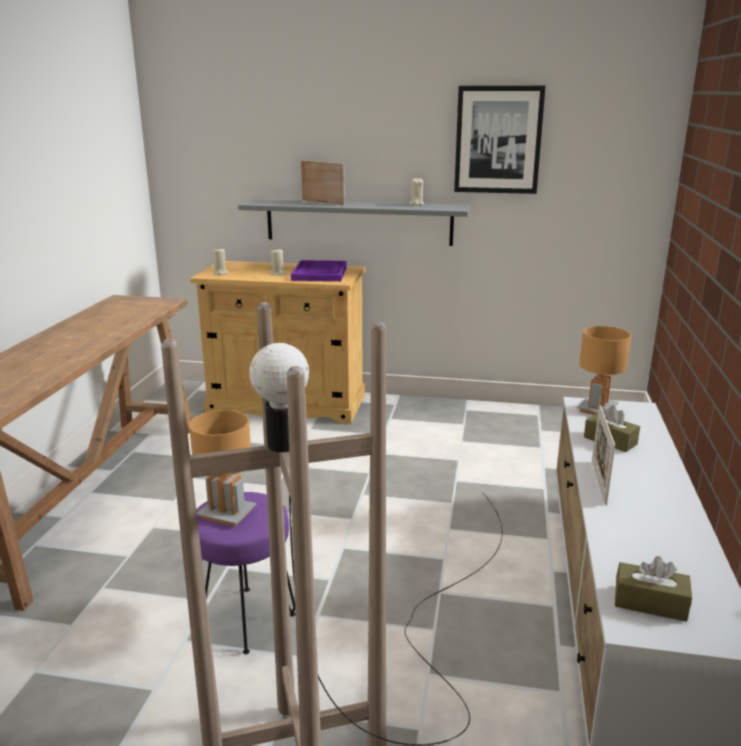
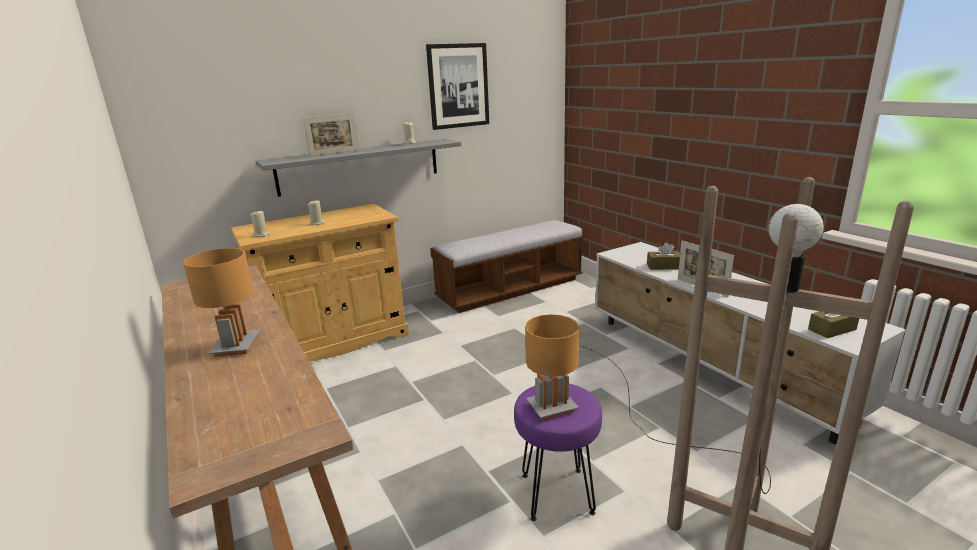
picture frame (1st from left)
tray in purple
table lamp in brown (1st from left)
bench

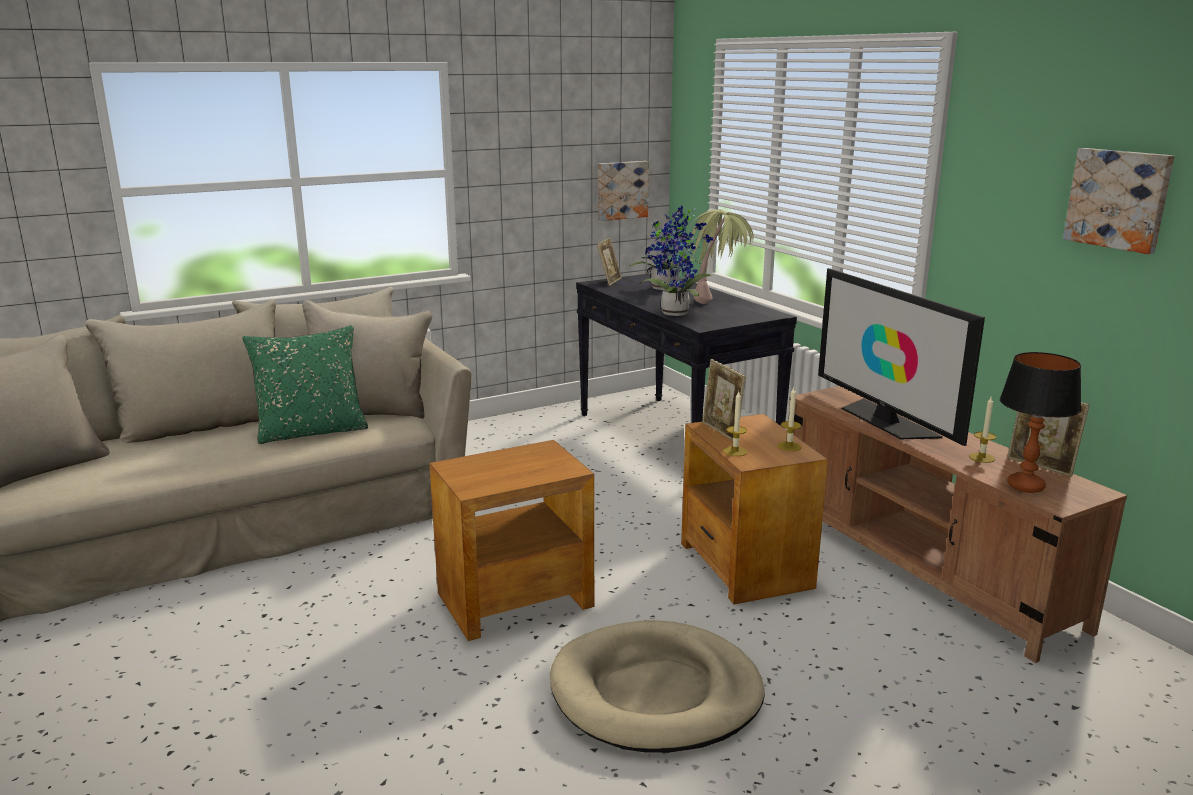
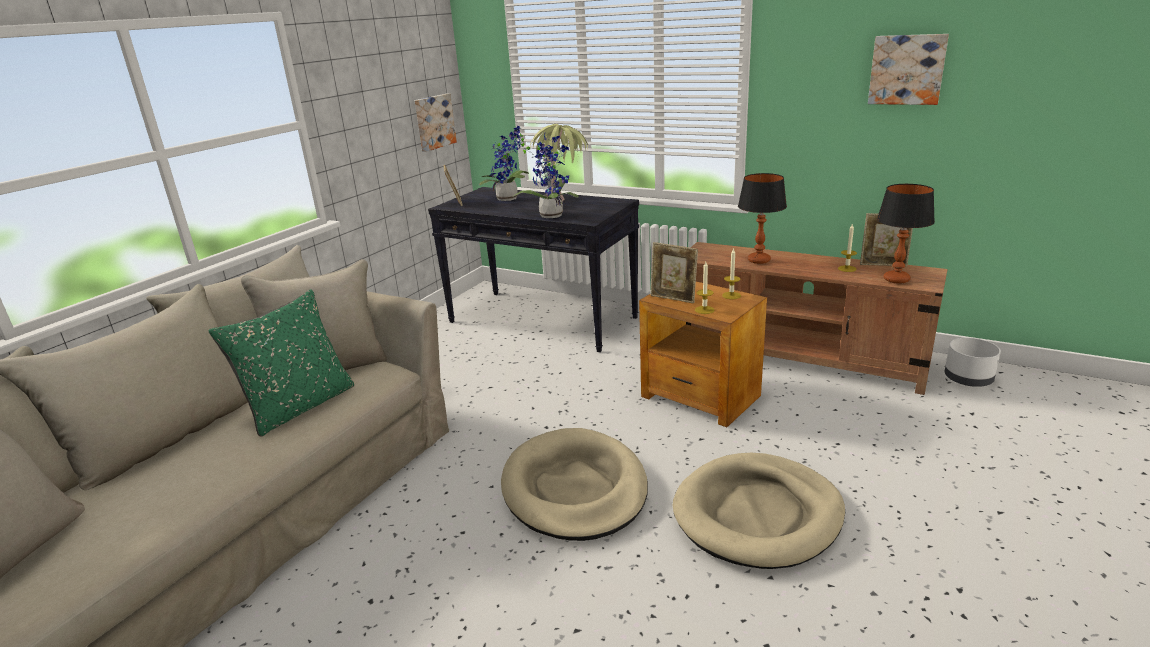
table lamp (1st from left)
dog bed in beige (1st from left)
planter in white

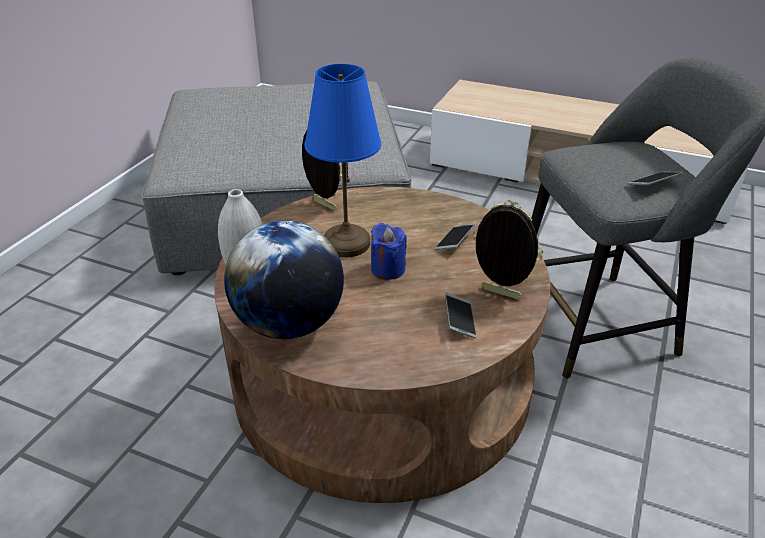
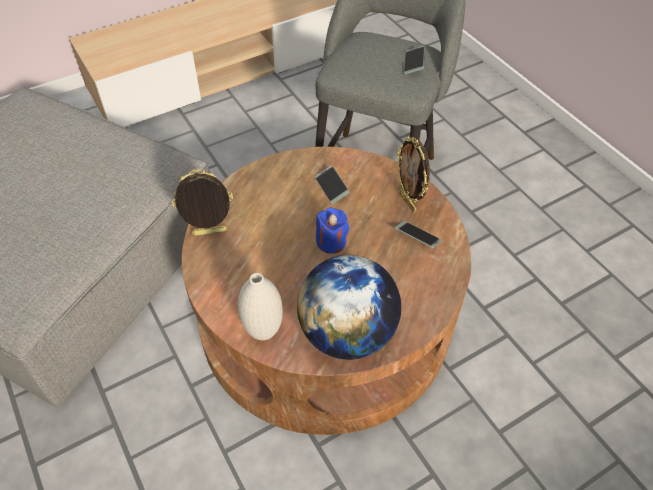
table lamp in blue
picture frame (2nd from left)

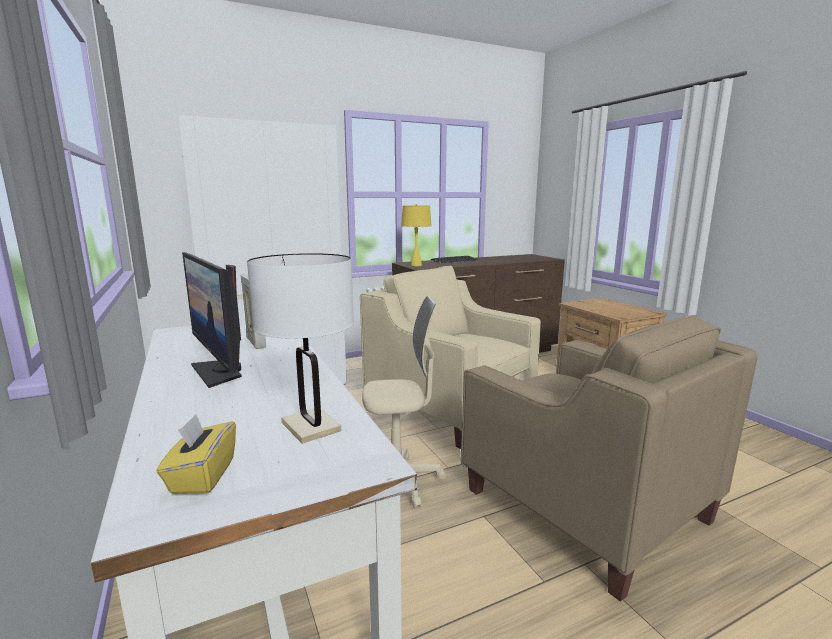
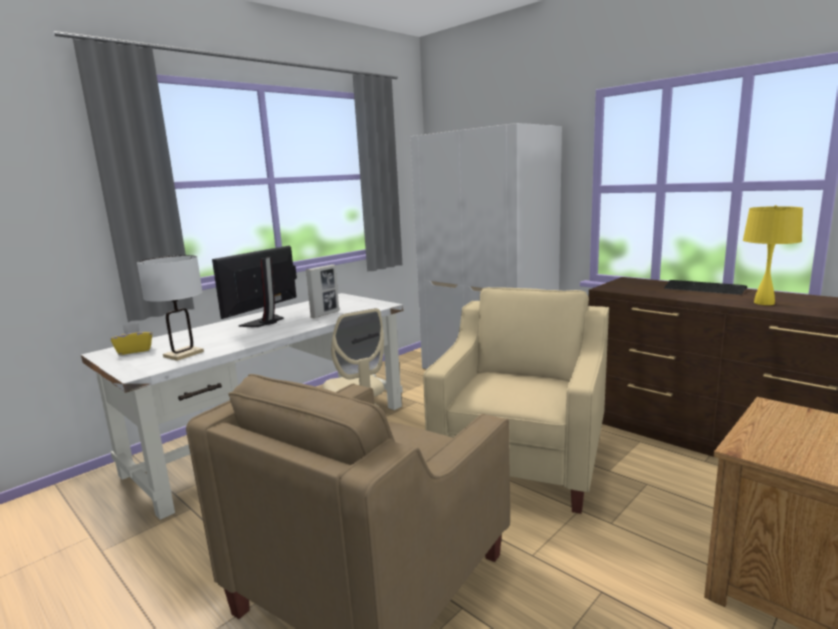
table lamp in yellow

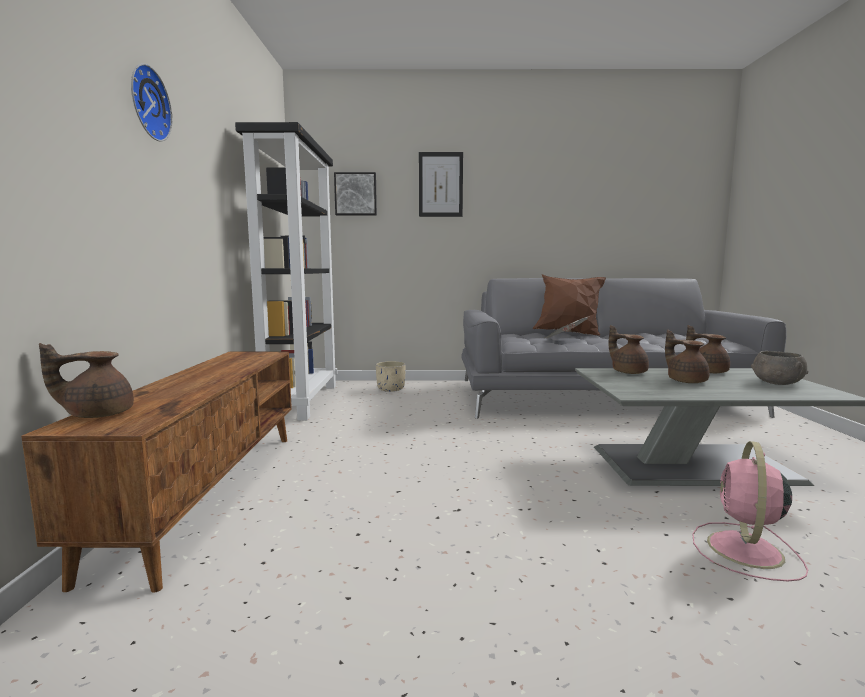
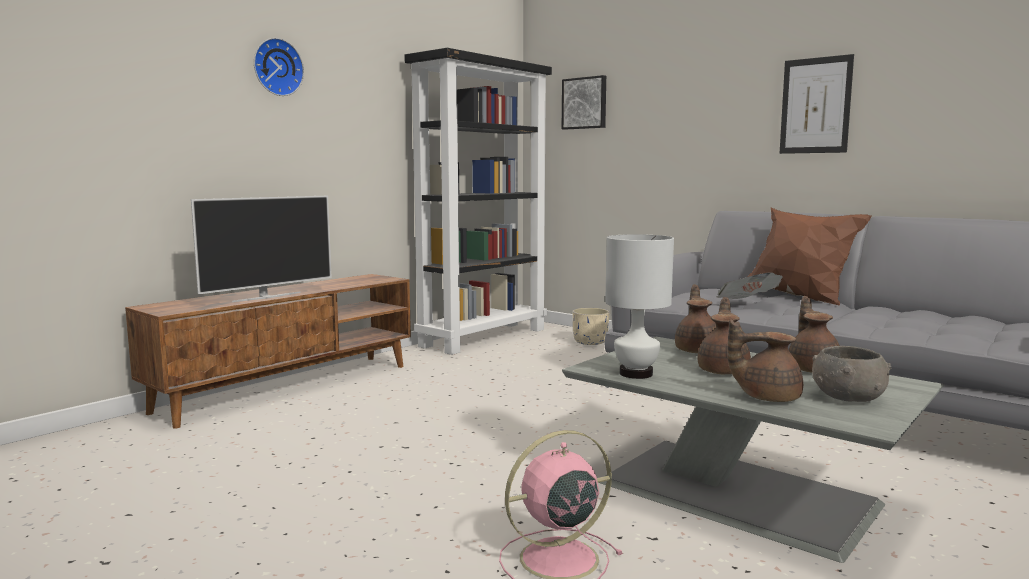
picture (2nd from left)
teapot in brown (3rd from left)
television
table lamp in white

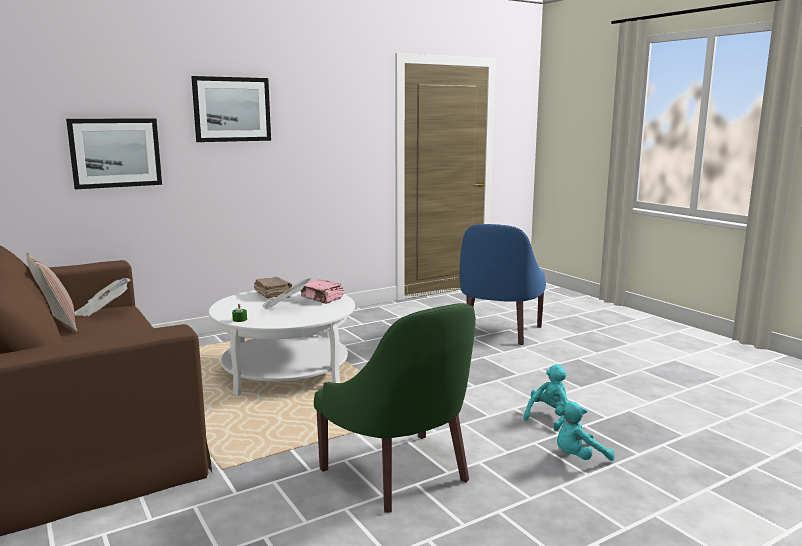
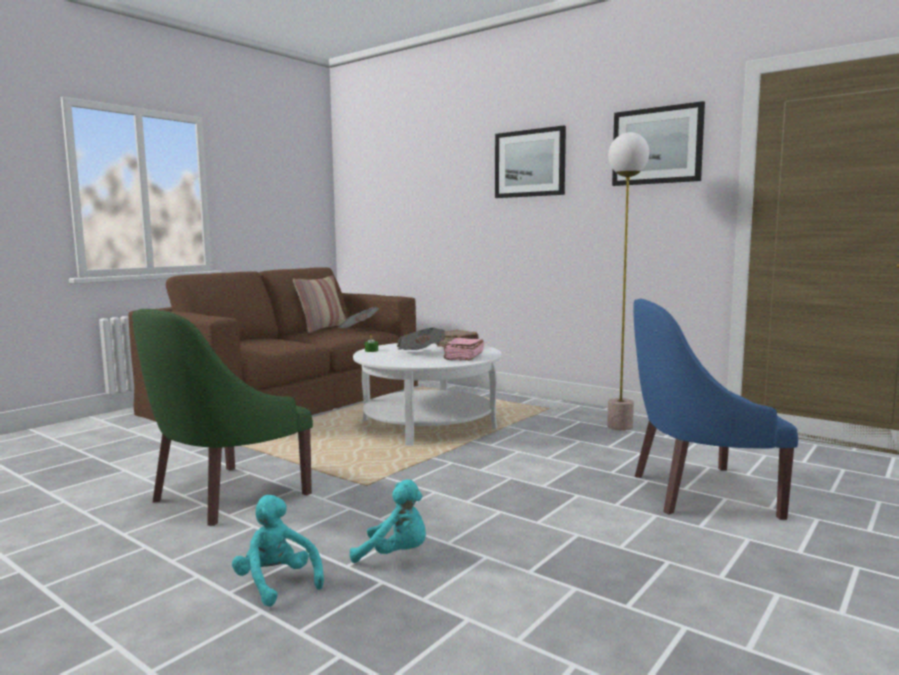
picture (2nd from left)
floor lamp

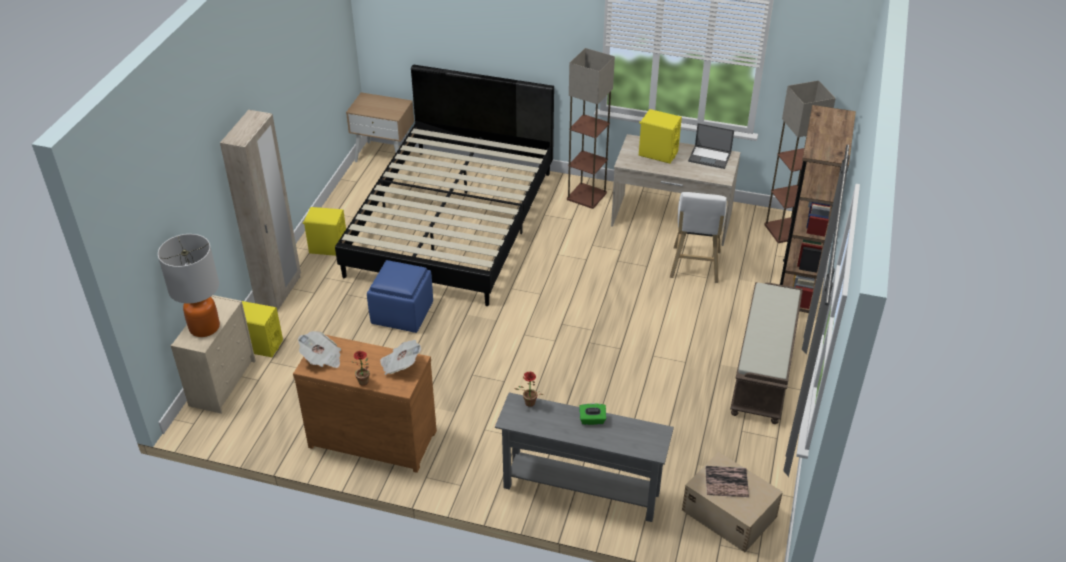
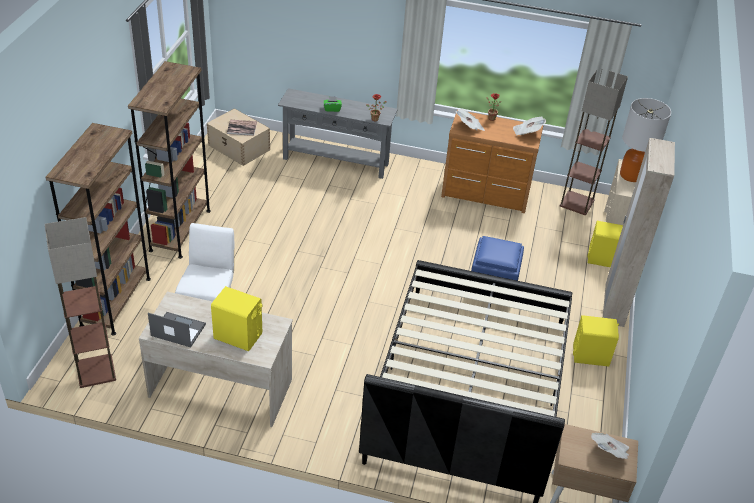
floor lamp (2nd from left)
bookcase in brown (2nd from left)
newspaper (3rd from left)

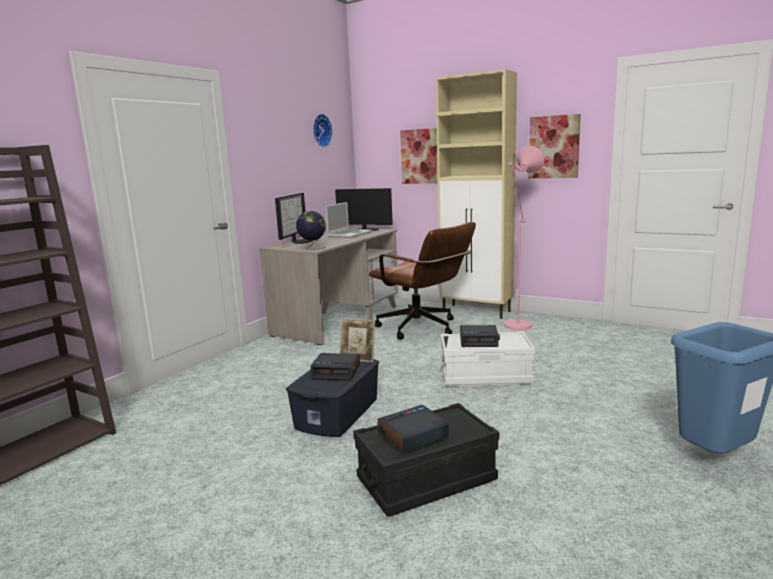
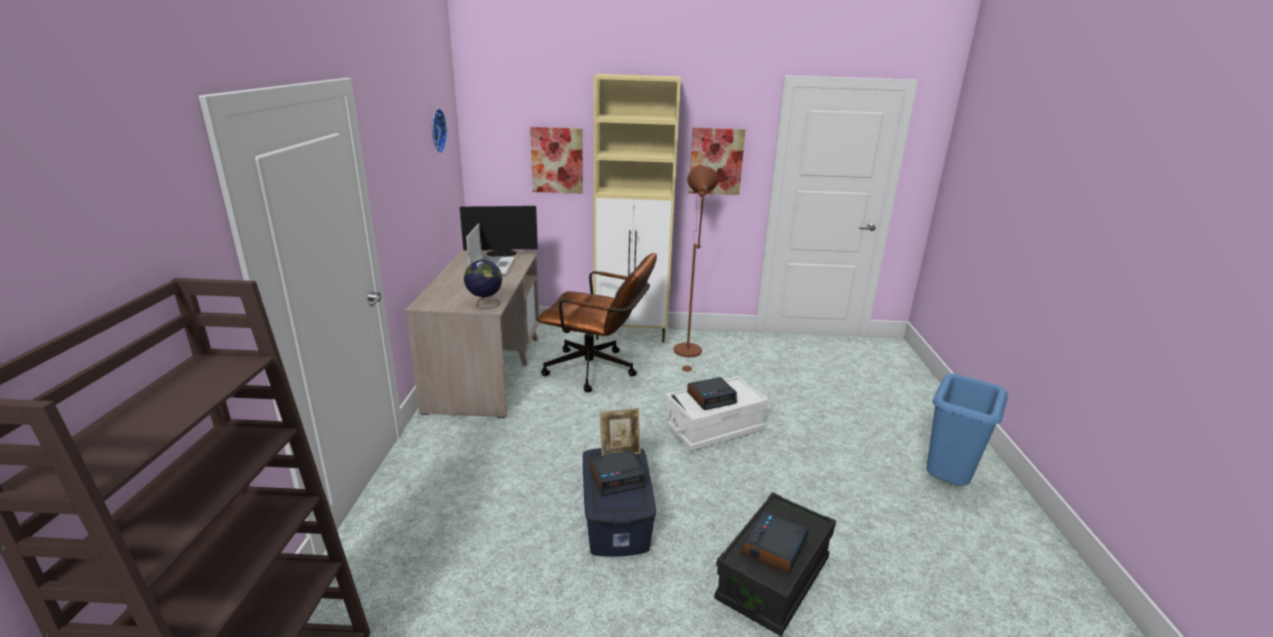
floor lamp in brown
monitor (1st from left in the first image)

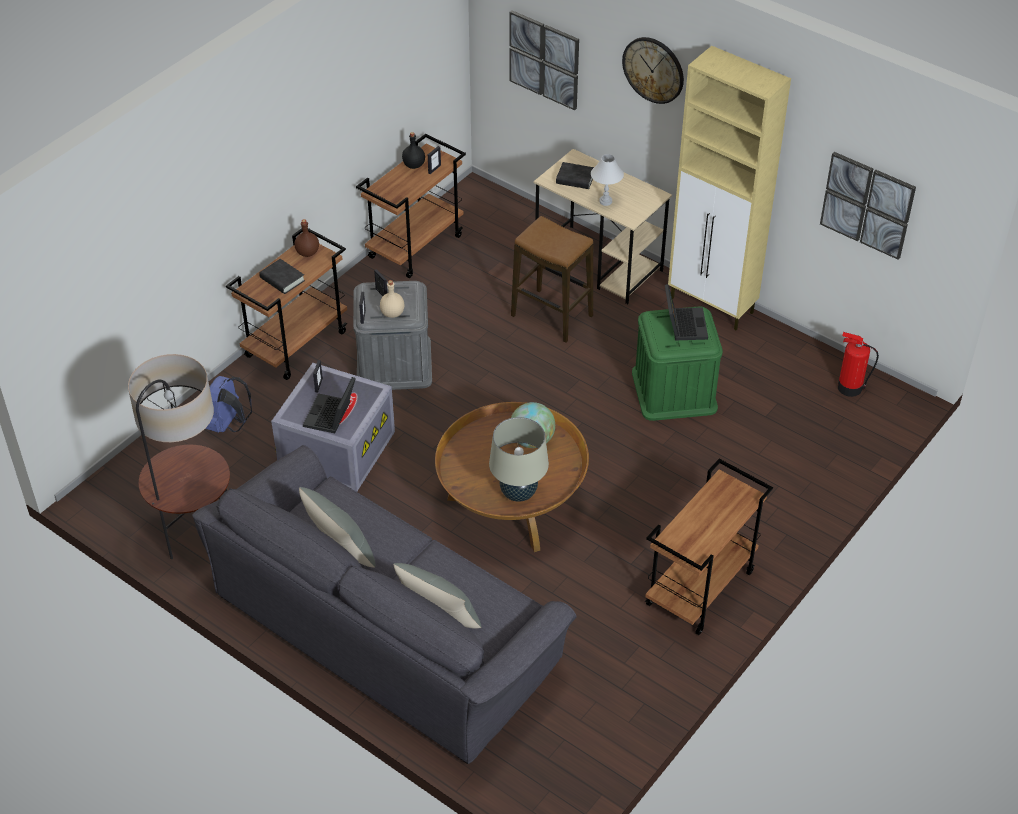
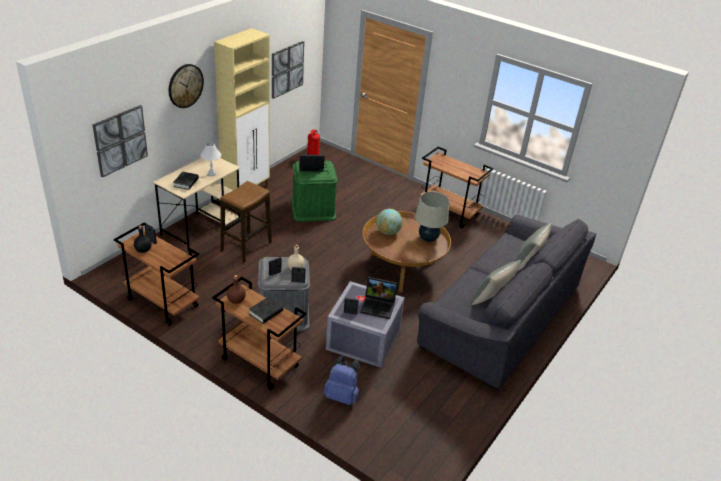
floor lamp

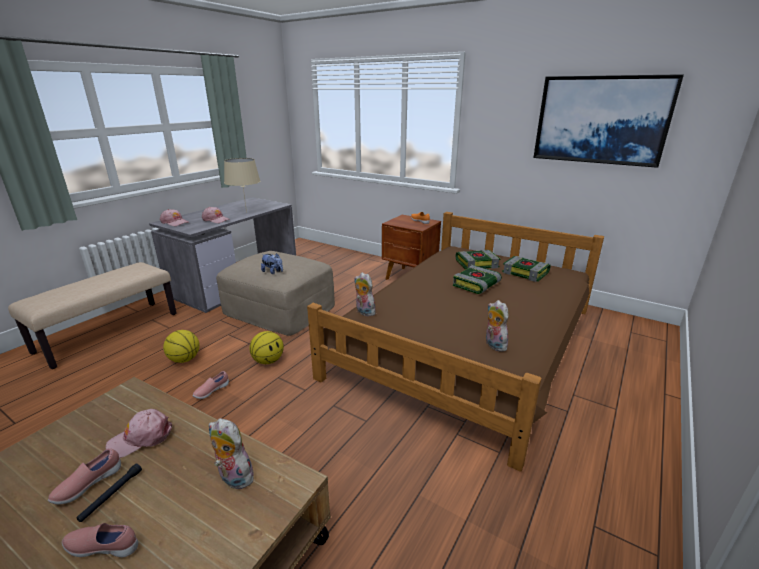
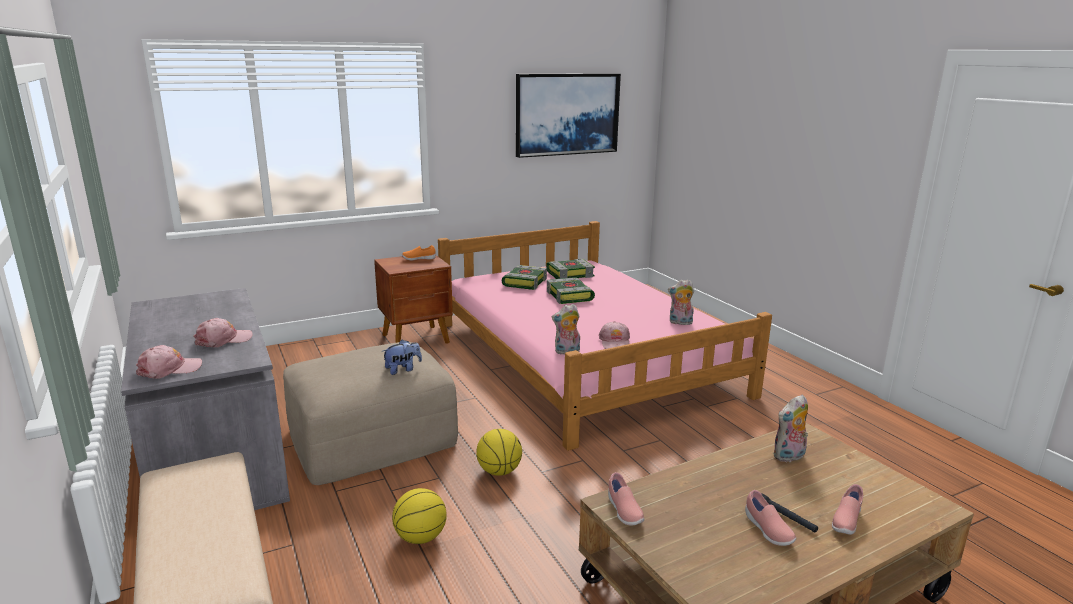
table lamp in beige
bed in pink
shoe in pink (1st from left)
cap in pink (3rd from left)

